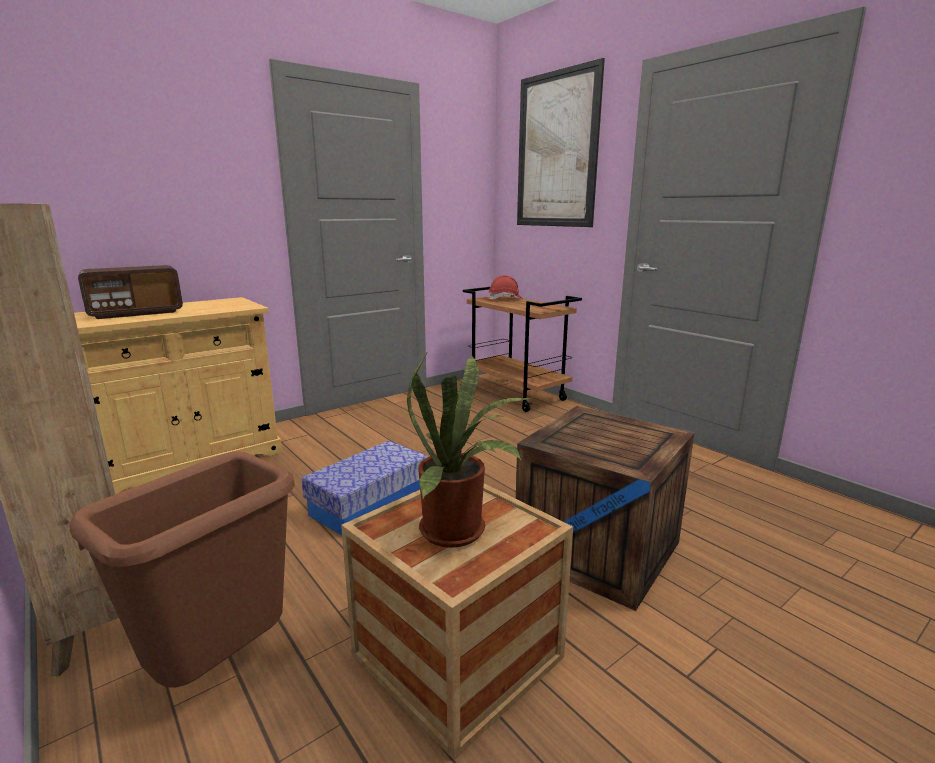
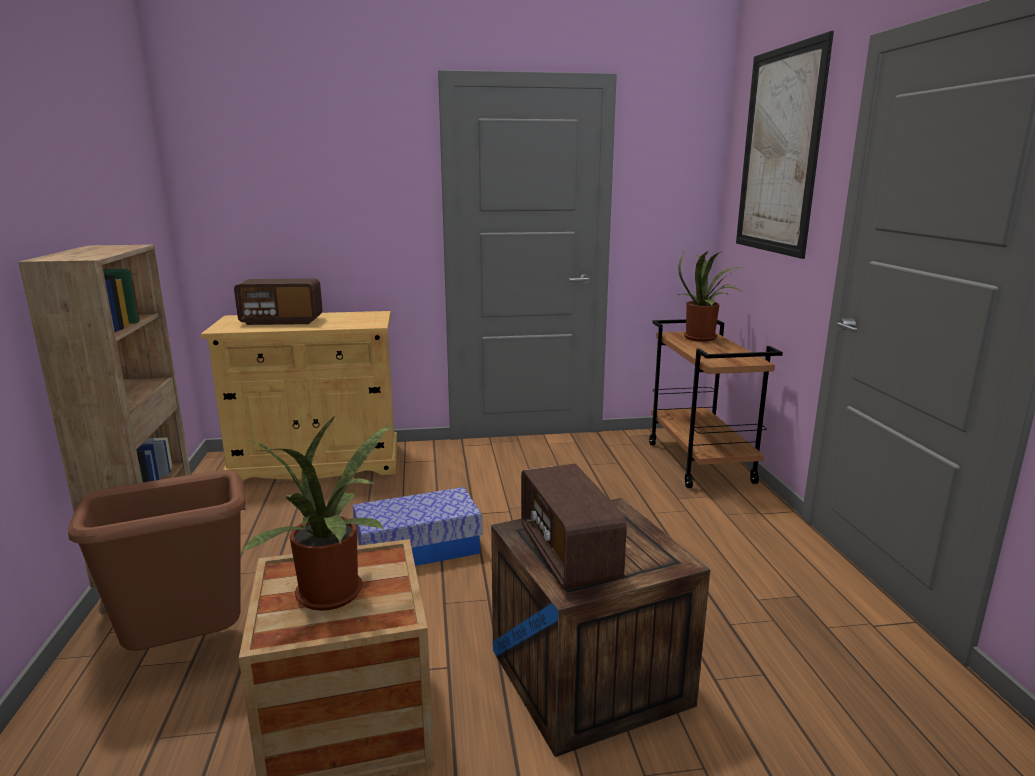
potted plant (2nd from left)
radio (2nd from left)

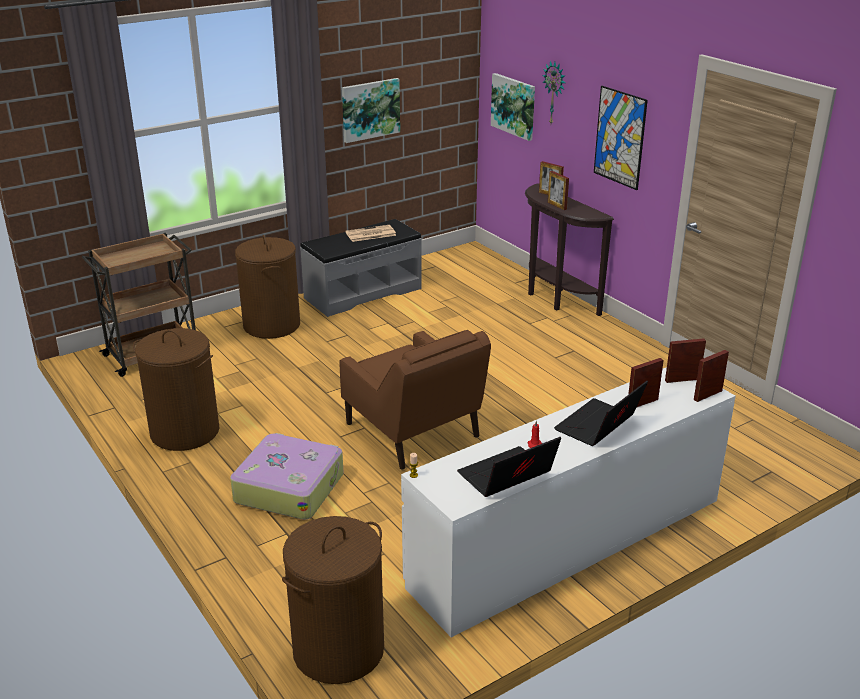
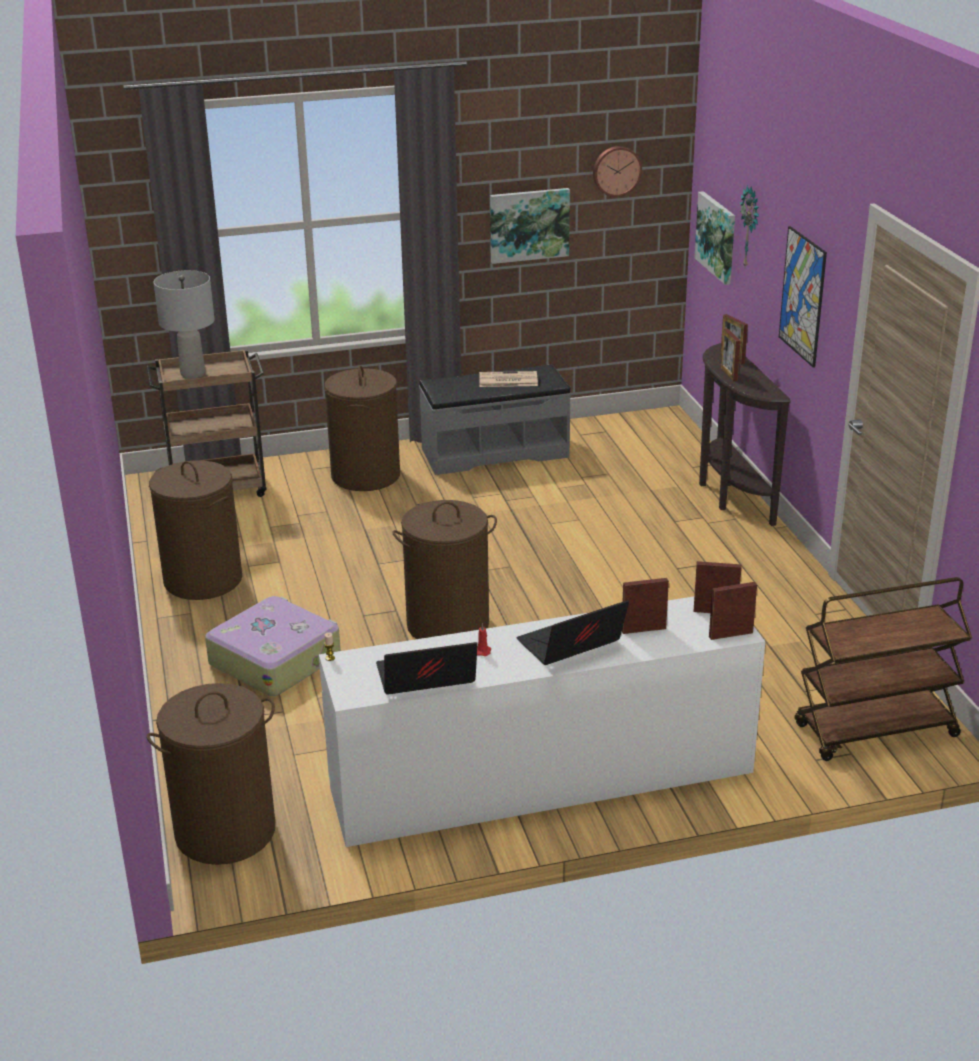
laundry basket in brown (4th from left)
wall clock (1st from left)
table lamp in grey
cart in brown (2nd from left)

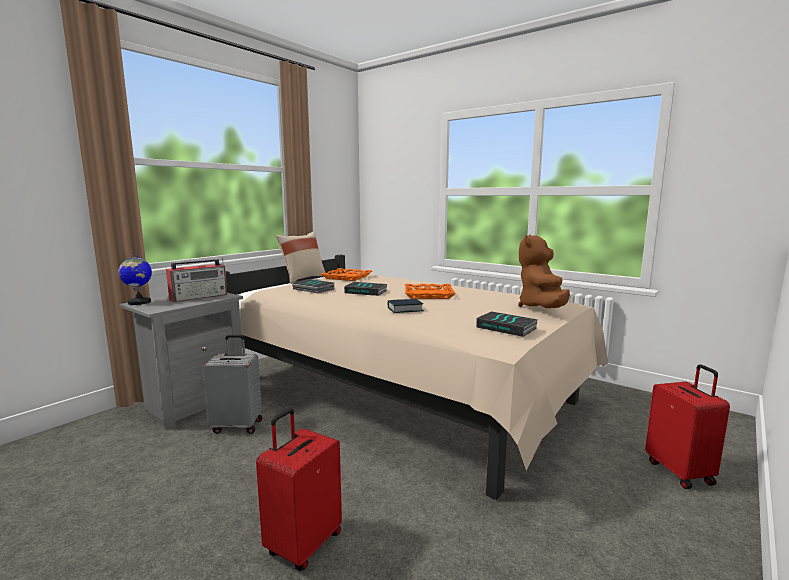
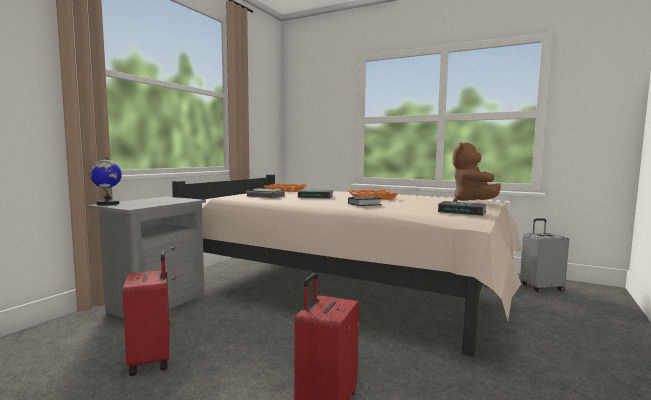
pillow in beige
radio
suitcase in grey
suitcase in red (1st from left)

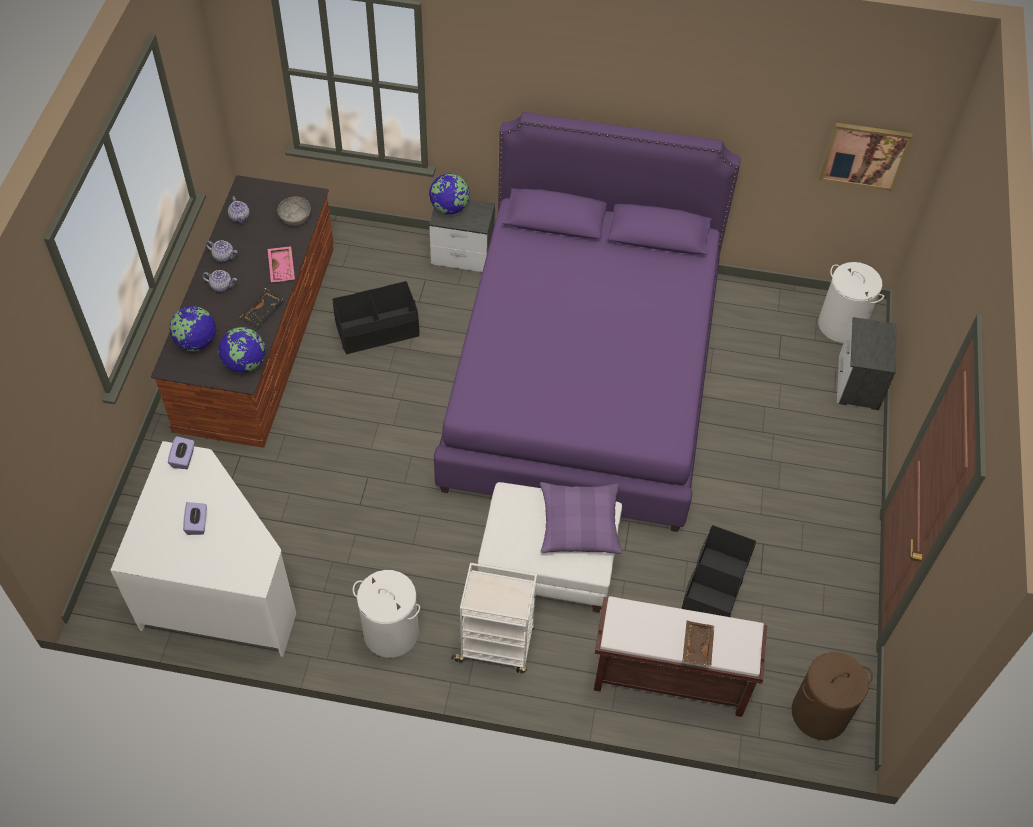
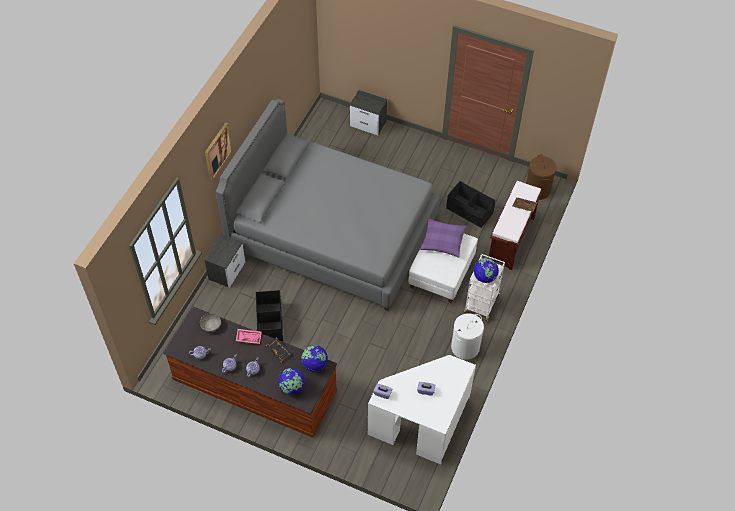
bed in grey
picture
globe (3rd from left)
laundry basket in white (2nd from left in the first image)

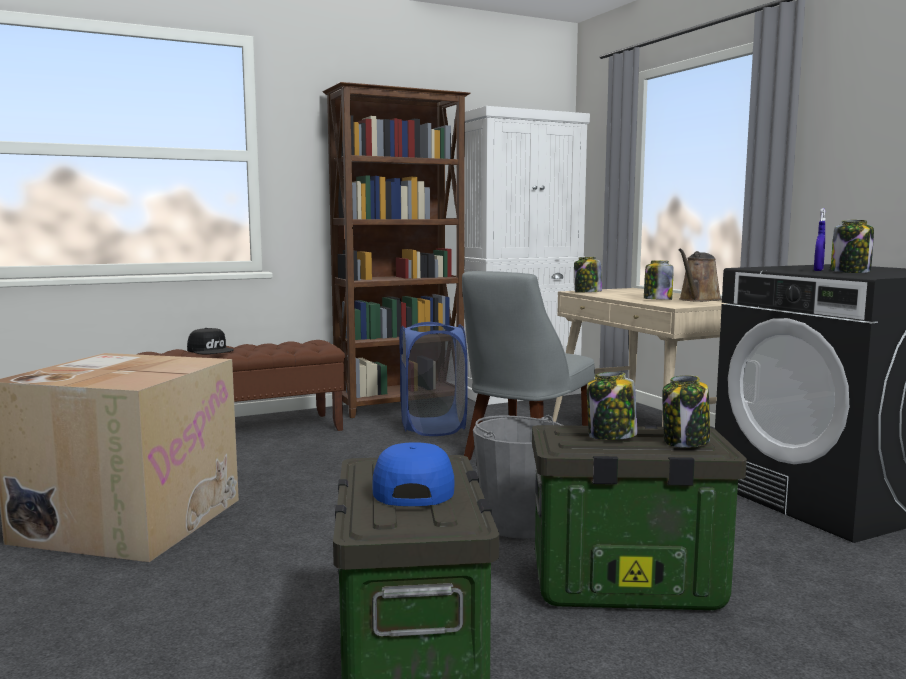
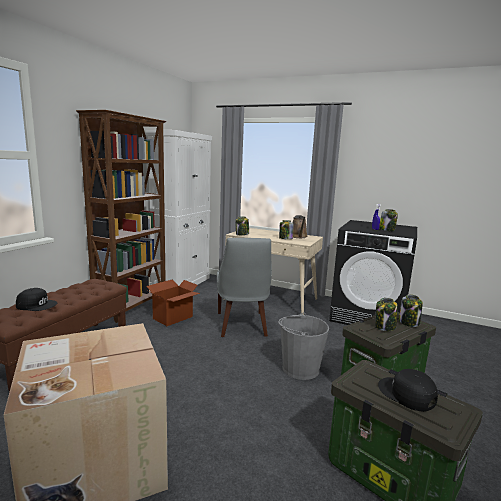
cardboard box (2nd from left)
cap in black (2nd from left)

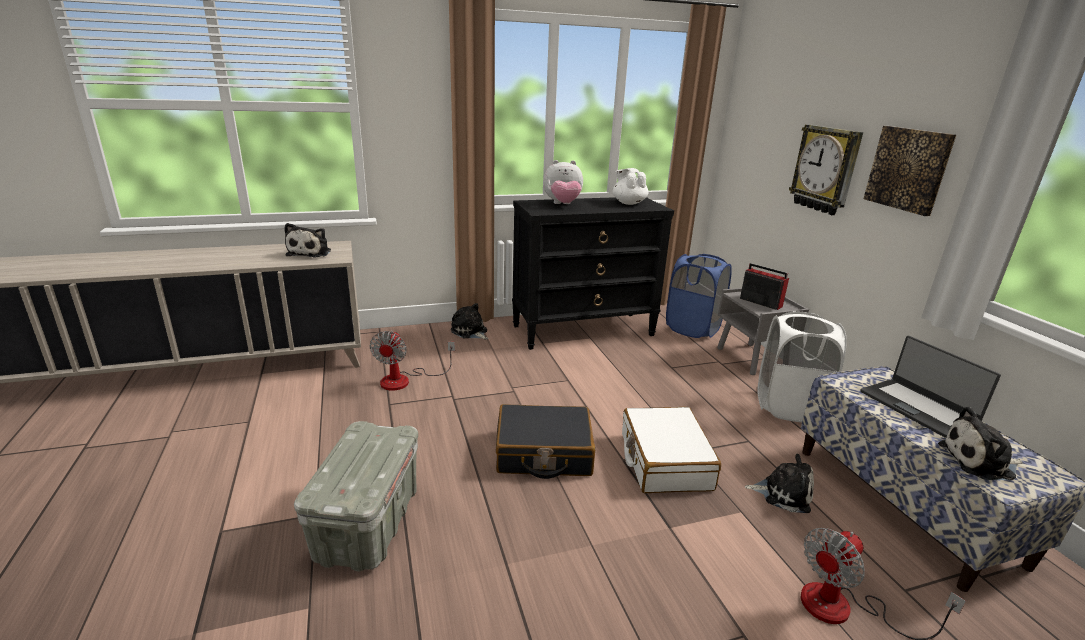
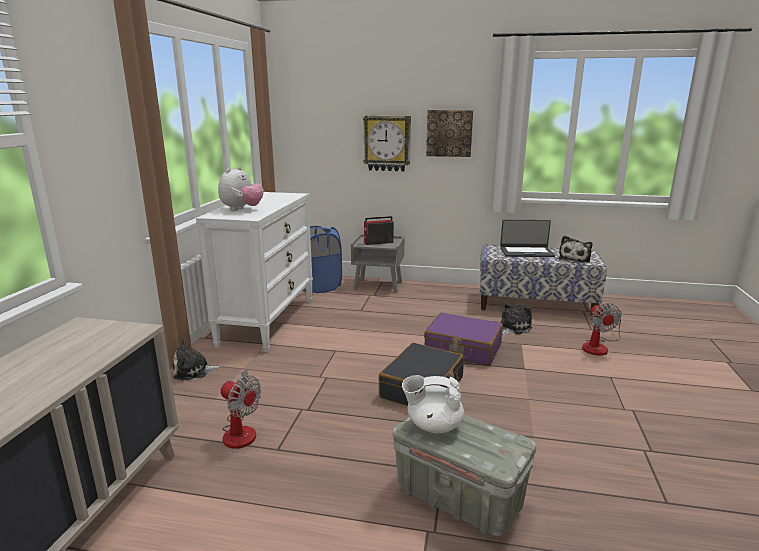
teapot in white
dresser in white
plush toy (1st from left in the first image)
laundry basket in white
suitcase in purple

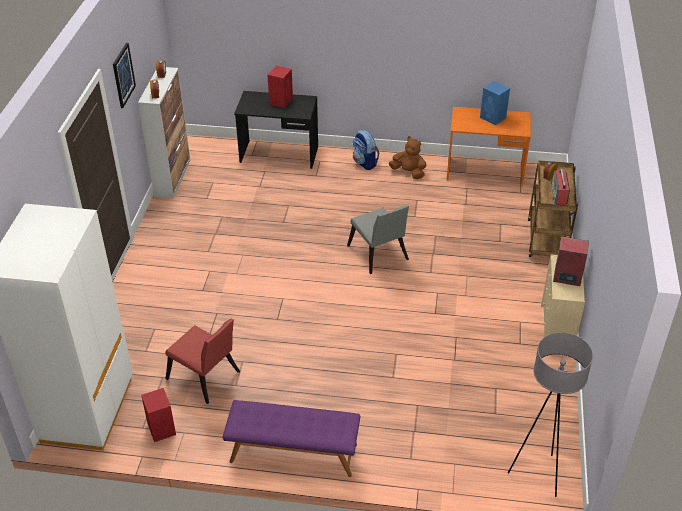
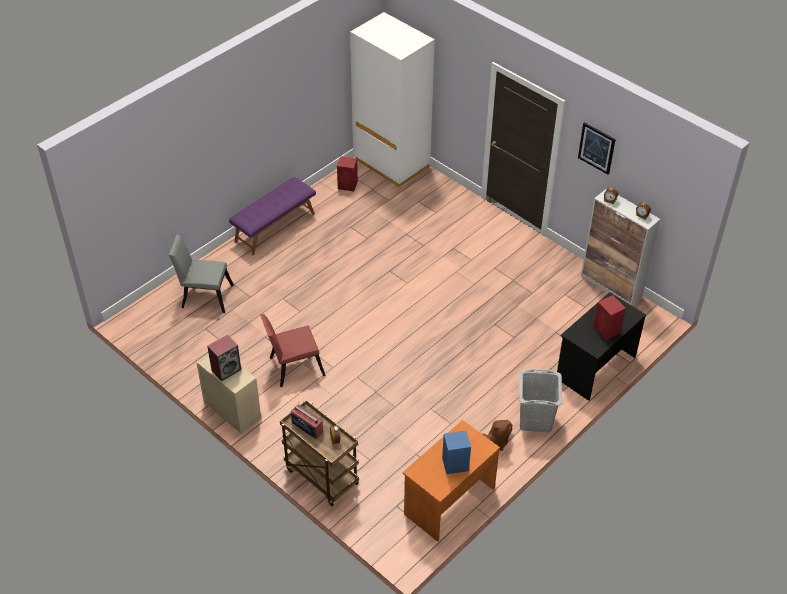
laundry basket in grey
chair in grey
chair in red
floor lamp in grey

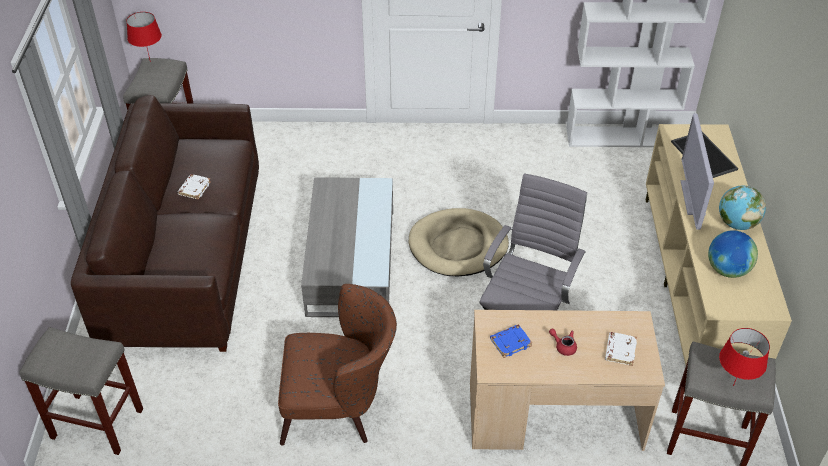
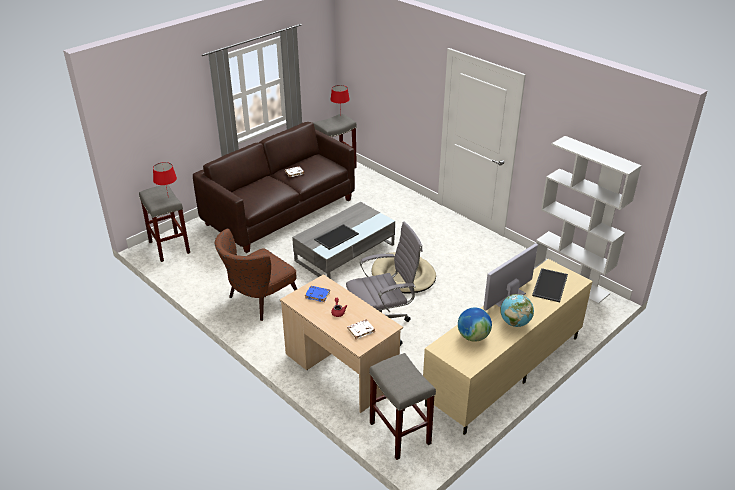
armchair in brown
table lamp in red (1st from left)
tray (1st from left)

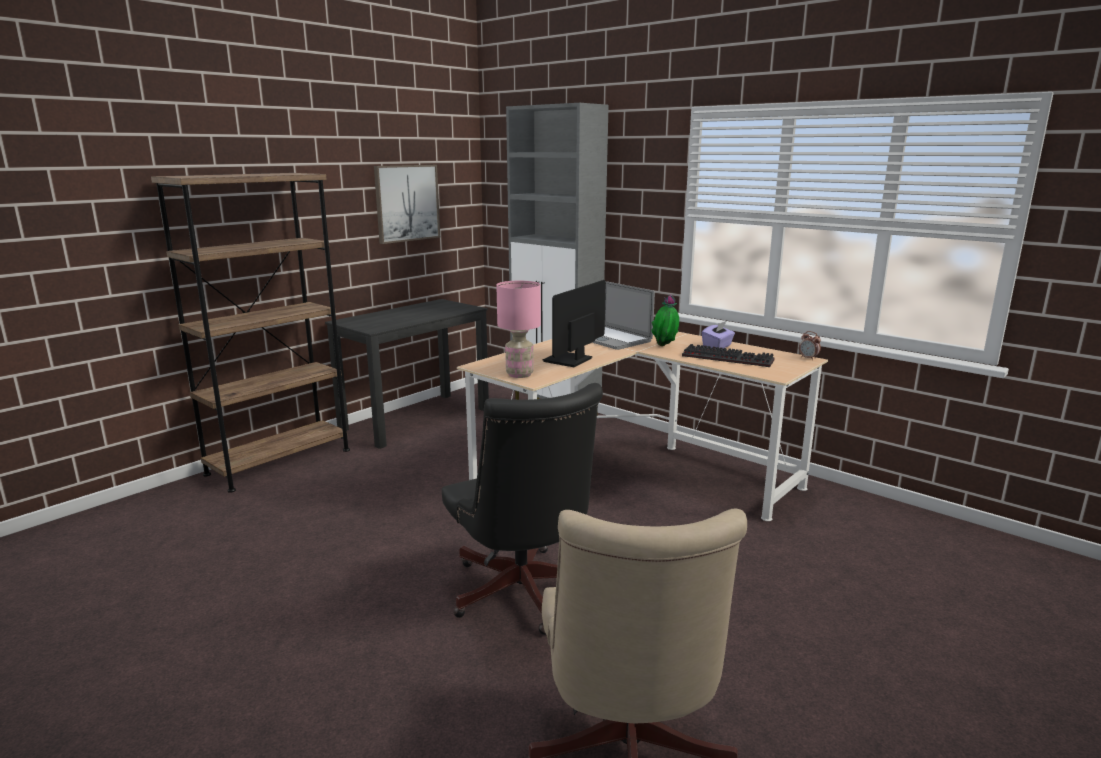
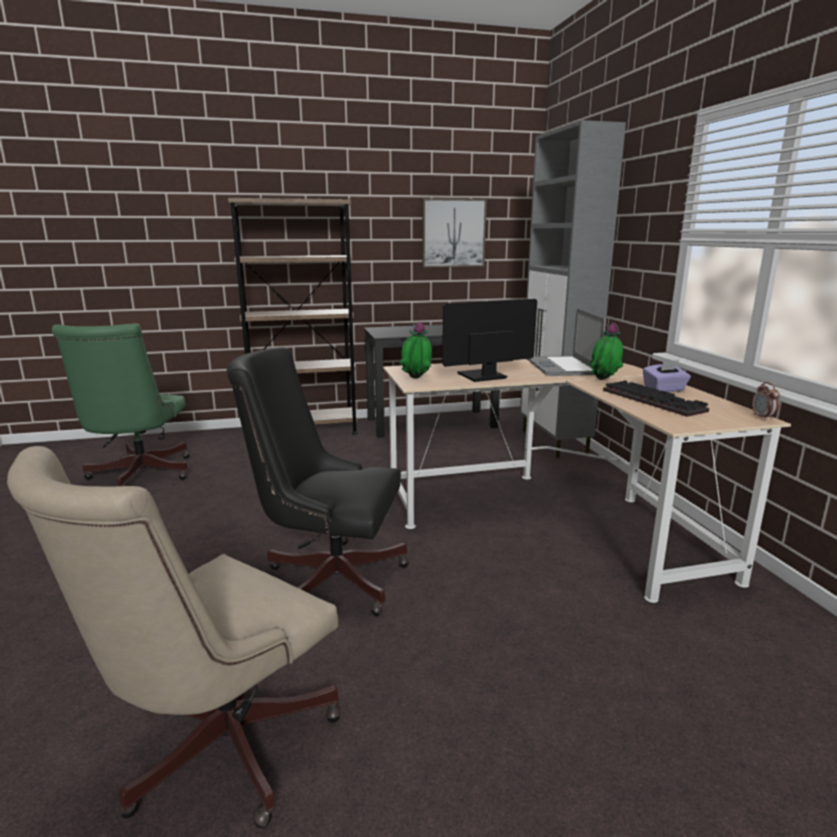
potted plant (1st from left)
office chair in black
office chair in green

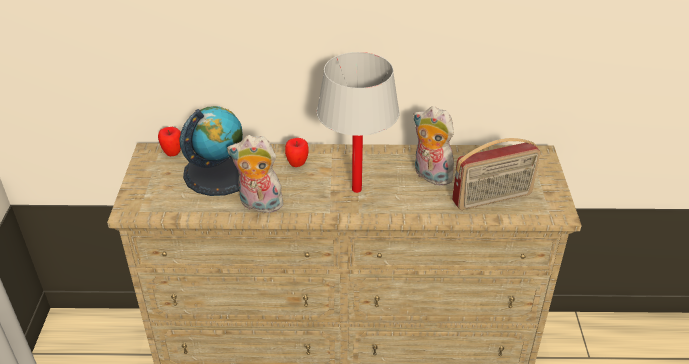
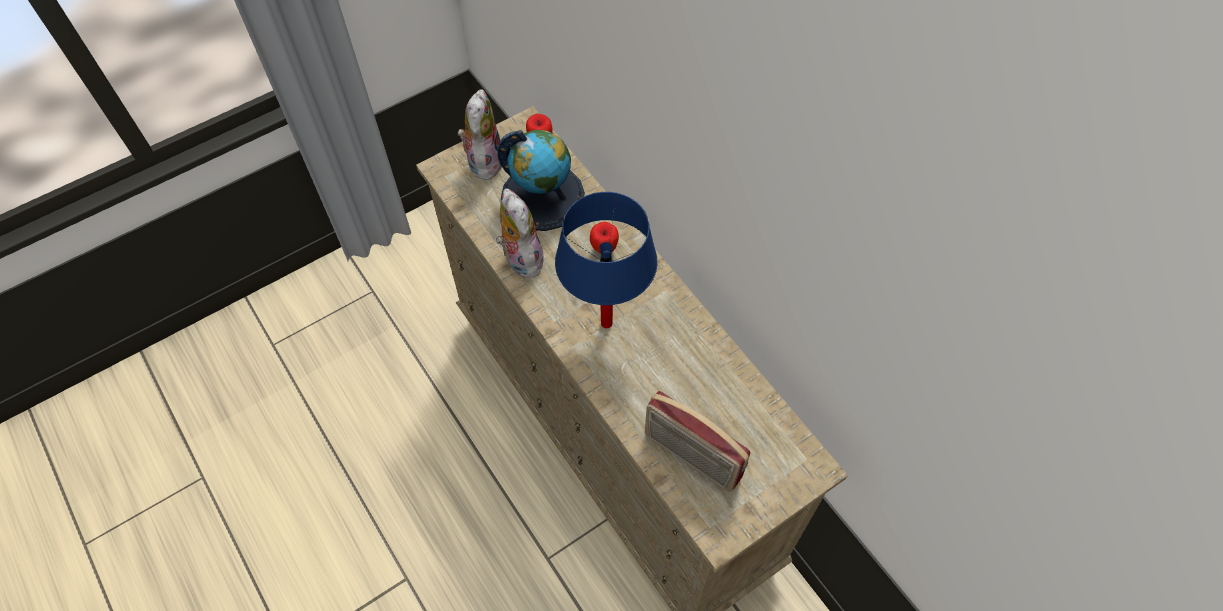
table lamp in blue
plush toy (1st from left)

